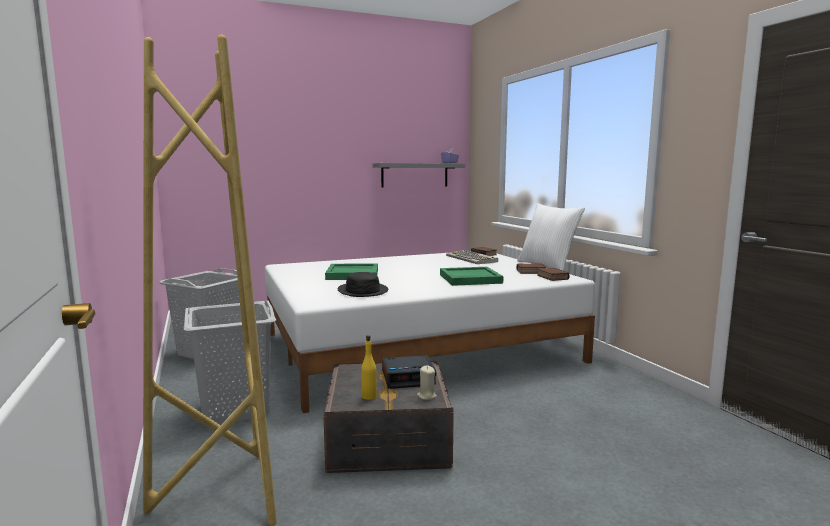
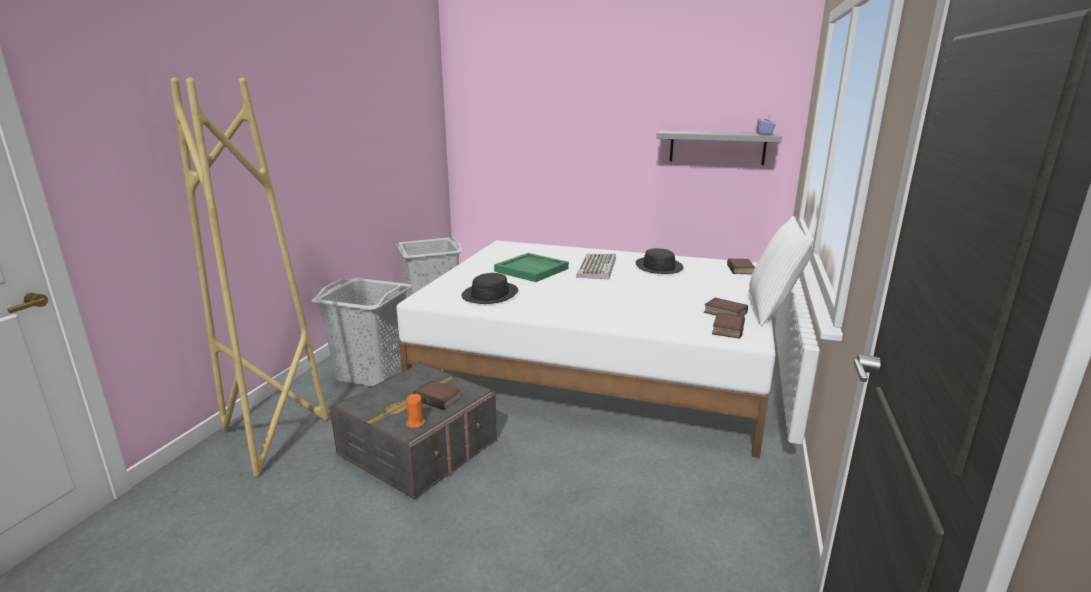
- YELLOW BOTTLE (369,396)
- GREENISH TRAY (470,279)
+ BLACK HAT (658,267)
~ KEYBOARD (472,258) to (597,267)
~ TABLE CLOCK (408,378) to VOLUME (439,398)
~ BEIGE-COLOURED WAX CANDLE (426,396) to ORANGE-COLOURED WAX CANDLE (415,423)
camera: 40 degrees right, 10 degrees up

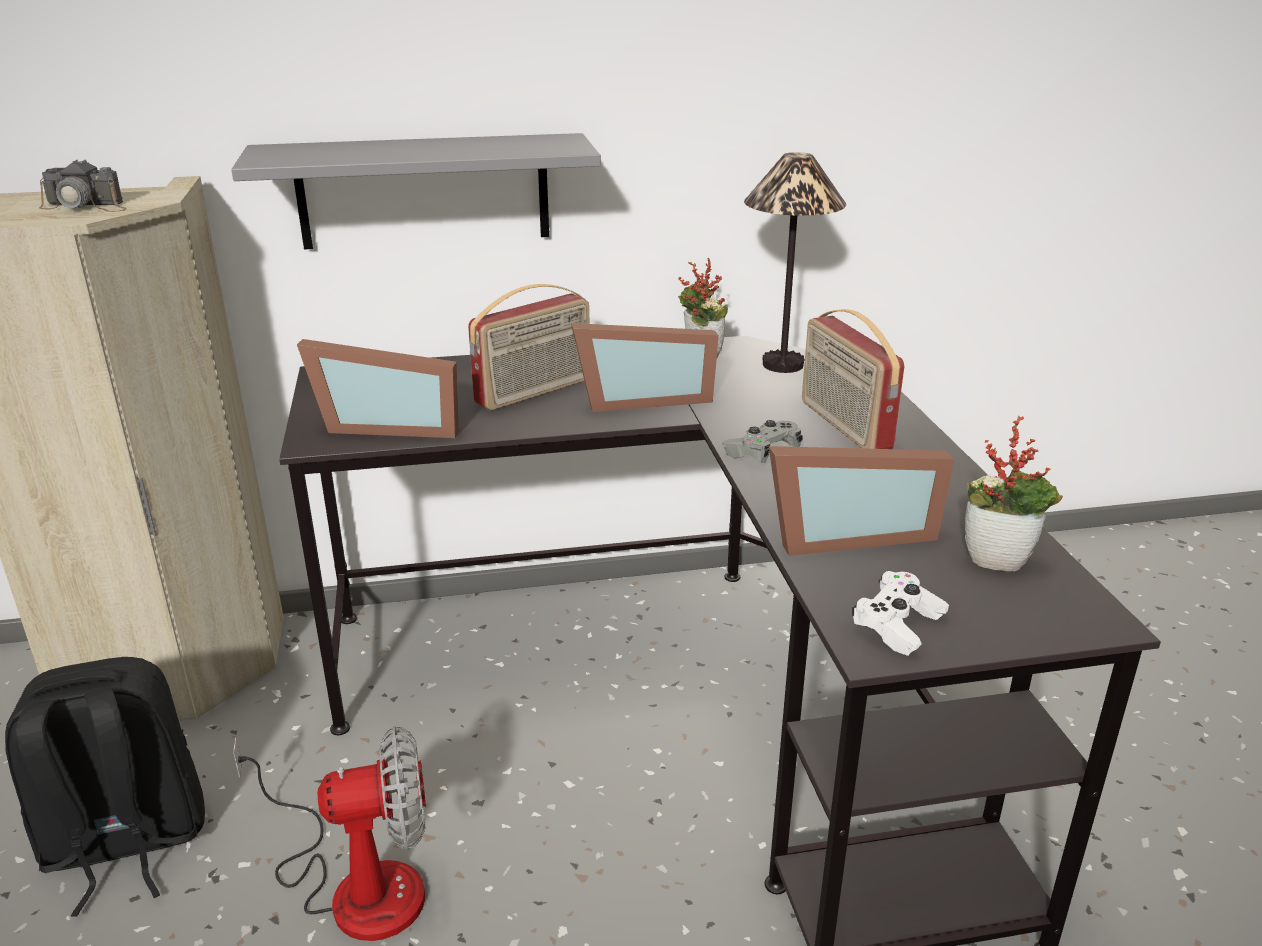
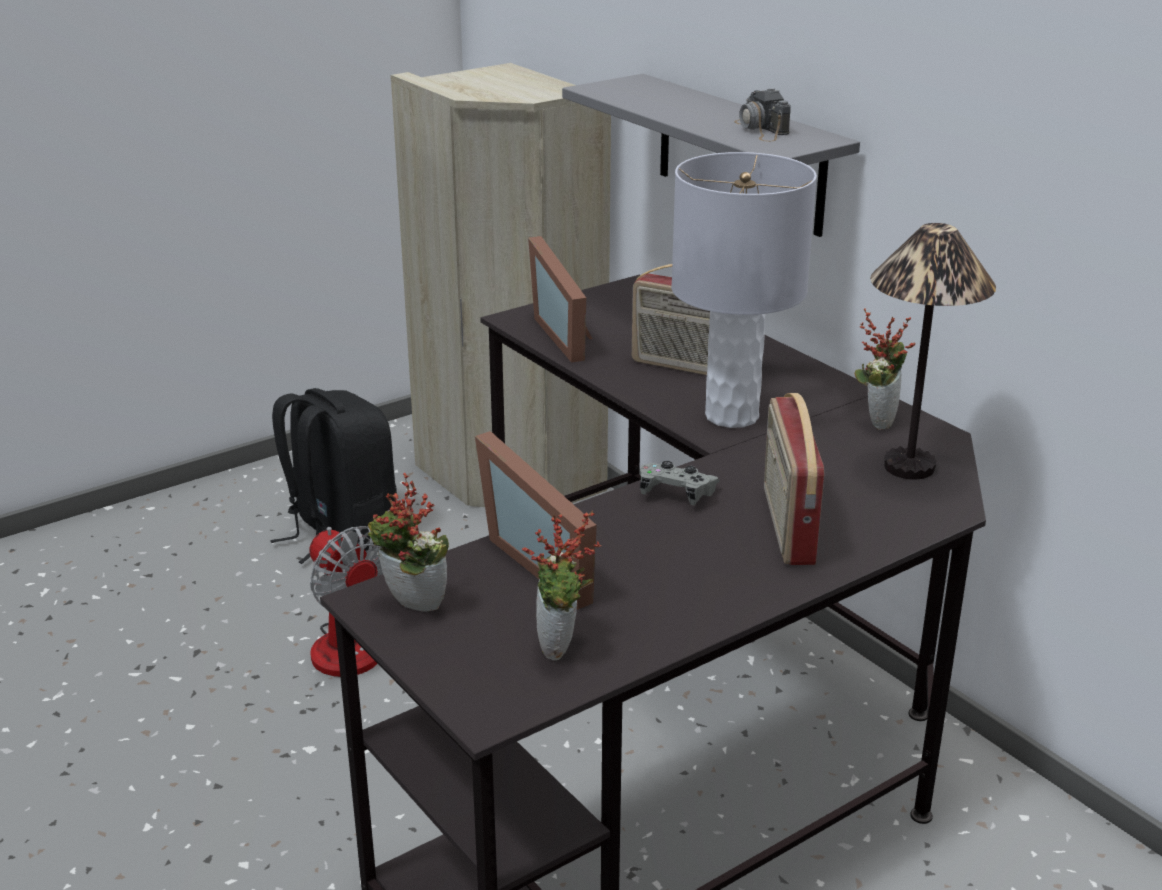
~ STILL CAMERA (87,206) to (761,129)
~ PHOTO FRAME (642,399) to GREY TABLE LAMP (732,416)
~ WHITE JOYPAD (897,625) to HOUSEPLANT (410,607)
~ RADIO SET (843,425) = (786,525) 45 degrees counterclockwise
camera: 65 degrees right, 0 degrees up

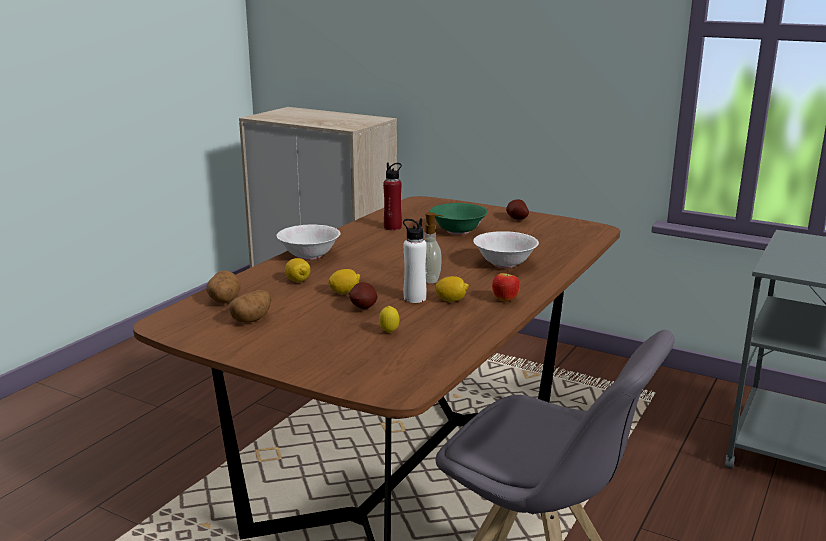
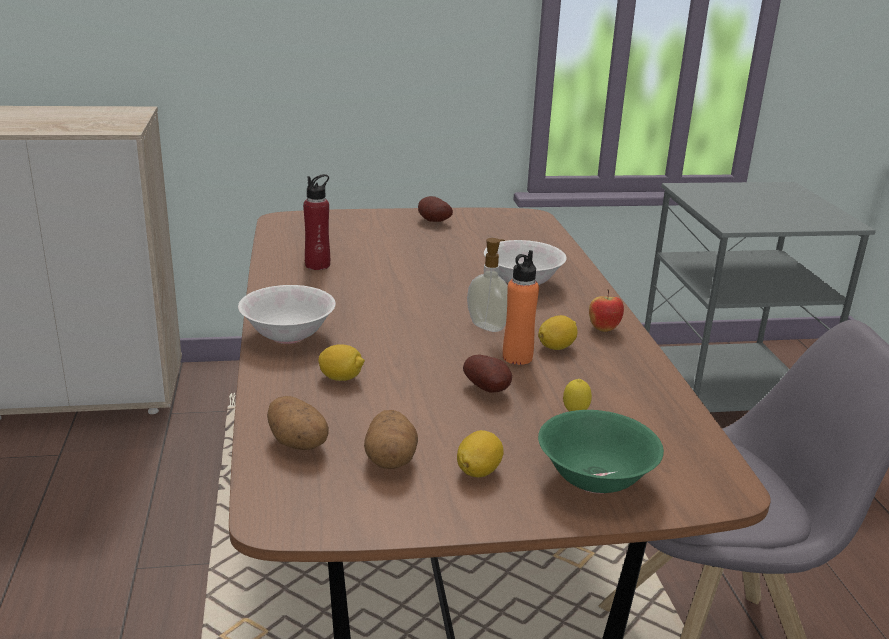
~ LEMON (345,292) to (479,471)
~ GREENISH SERVING BOWL (458,231) to (594,479)
~ WHITE BOTTLE (414,298) to ORANGE-COLOURED BOTTLE (517,357)
camera: 40 degrees left, 5 degrees up

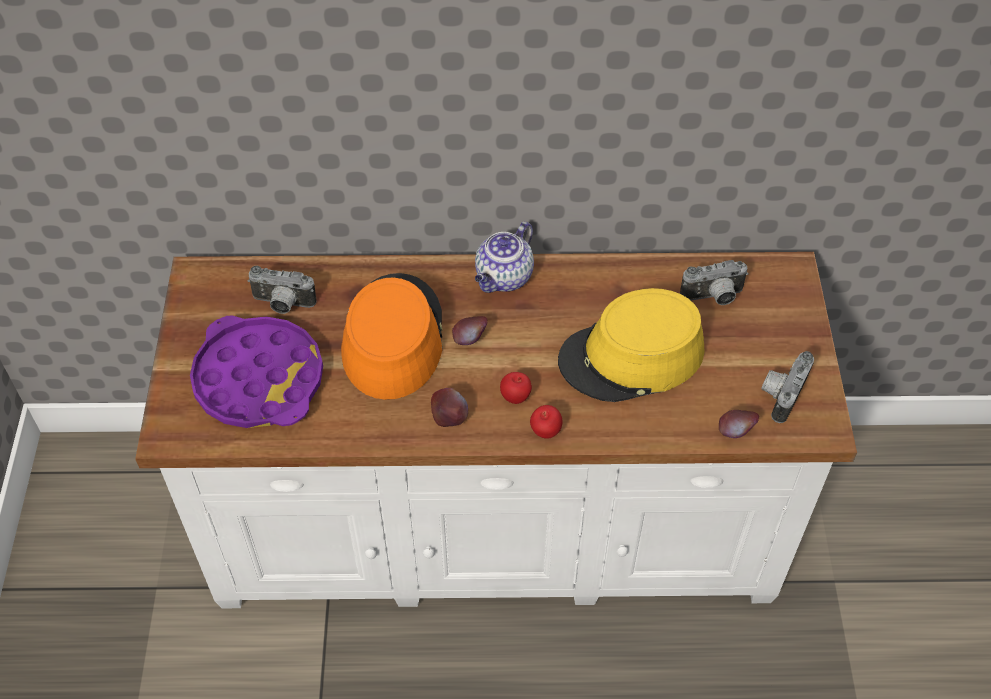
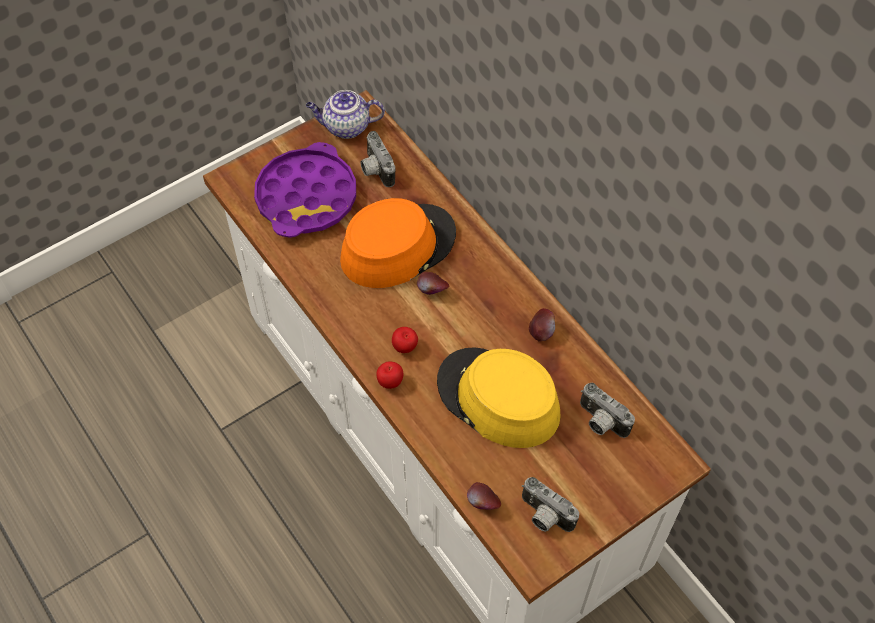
~ APPLE (450,417) to (541,332)
~ POT FOR TEA (504,278) to (346,127)
~ STILL CAMERA (780,394) = (544,516) 135 degrees counterclockwise
camera: 55 degrees right, 5 degrees up

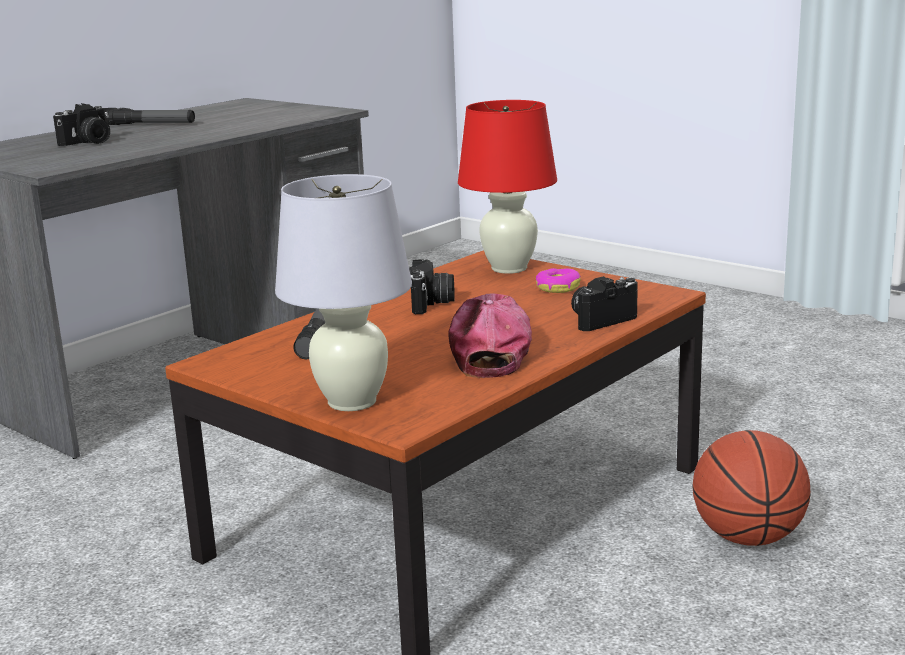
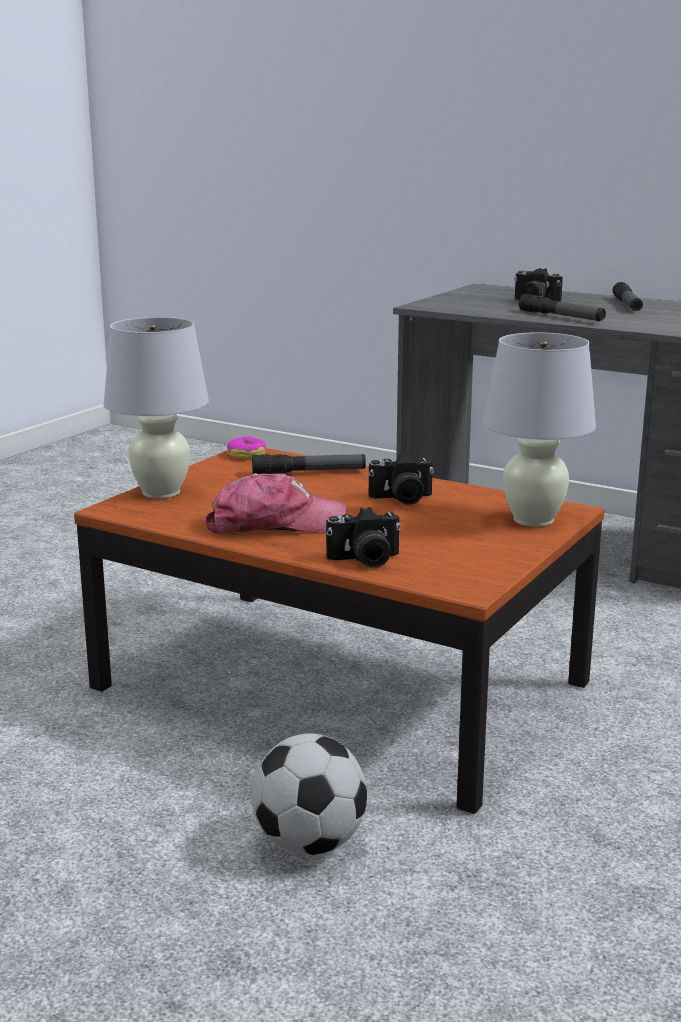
+ TORCH (561,317)
~ DONUT (557,288) to (246,454)
~ BASKETBALL (748,538) to FOOTBALL (308,843)
~ RED TABLE LAMP (509,268) to WHITE TABLE LAMP (533,520)
~ STILL CAMERA (600,320) = (365,560) 120 degrees clockwise
camera: 80 degrees right, 0 degrees up

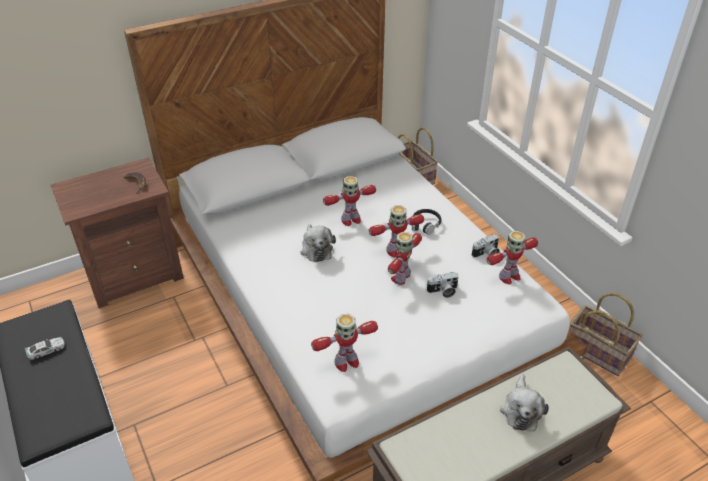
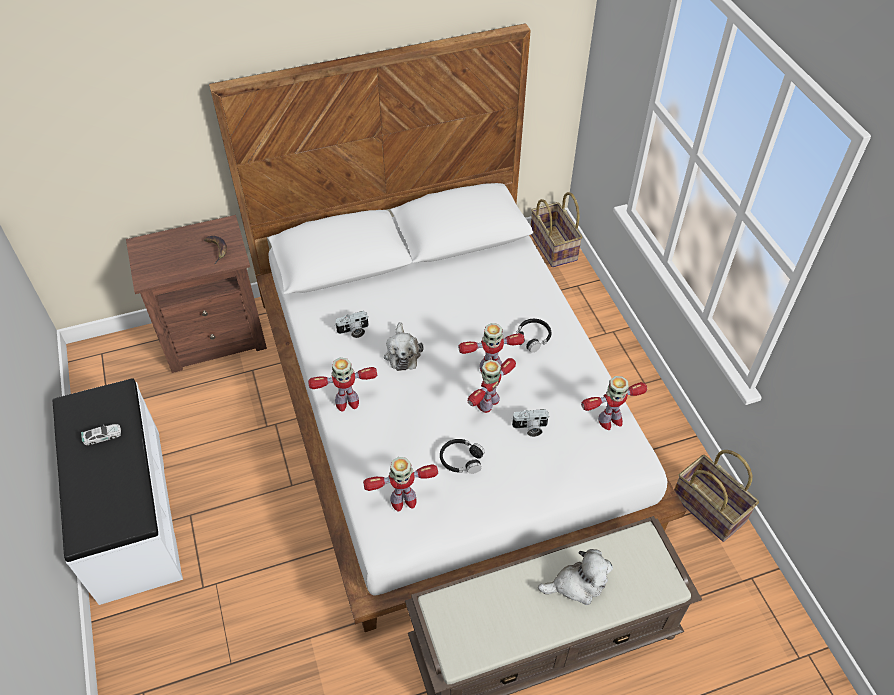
+ BLACK PAIR OF HEADPHONES (461,460)
~ ROBOT FIGURE (350,220) to (346,402)
~ STILL CAMERA (486,254) to (353,331)
~ CUDDLY TOY (521,410) = (577,584) 120 degrees counterclockwise
camera: 10 degrees right, 10 degrees up

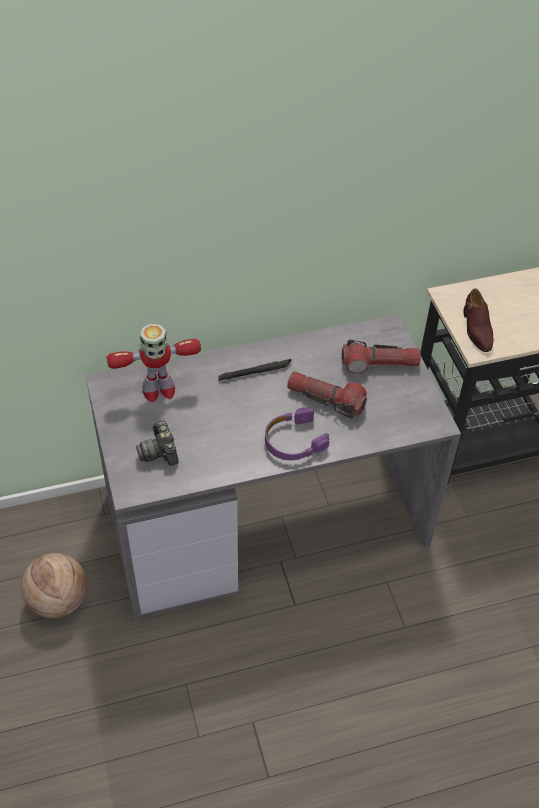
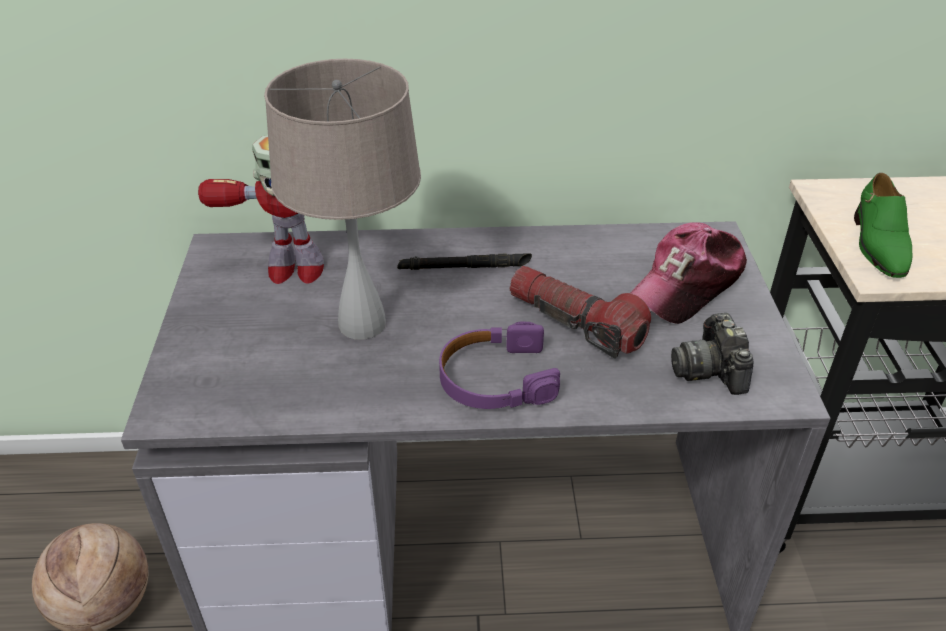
+ BEIGE-COLOURED TABLE LAMP (363,324)
~ STILL CAMERA (159,452) to (711,369)
~ TORCH (379,364) to CAP (687,285)
~ BROWN SHOE (476,329) to GREENISH SHOE (878,244)
camera: 15 degrees right, 10 degrees down

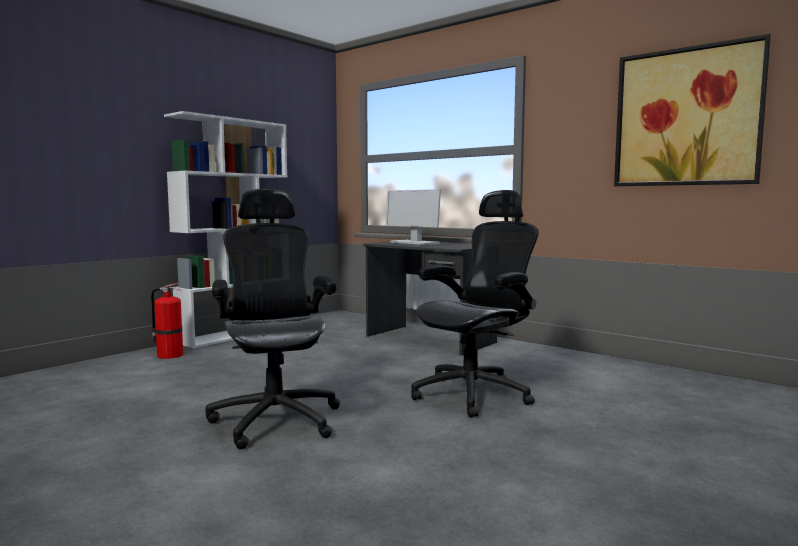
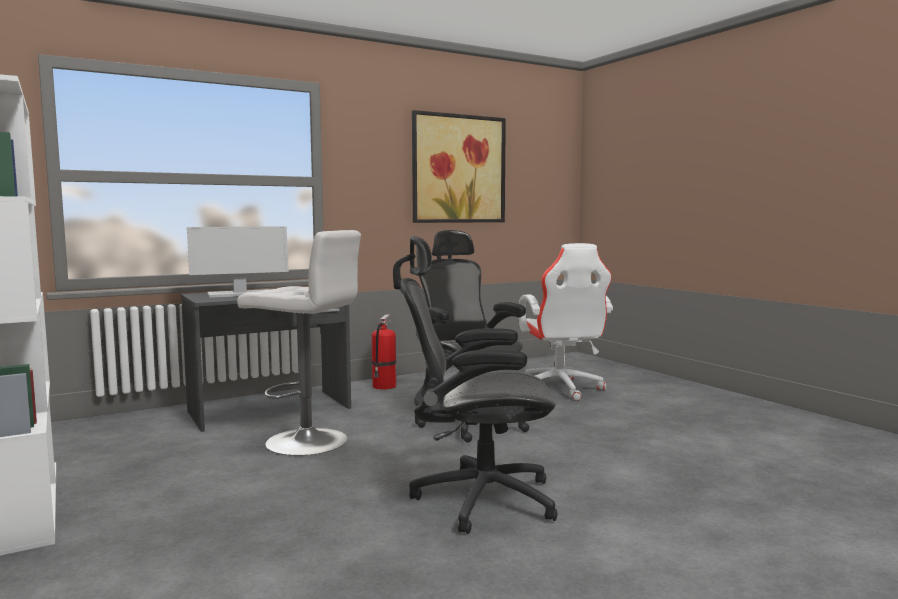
+ WHITE SITTING STOOL (307,442)
+ WHITE DESK CHAIR (561,391)
~ FIRE EXTINGUISHER (168,355) to (383,386)
camera: 70 degrees left, 0 degrees up

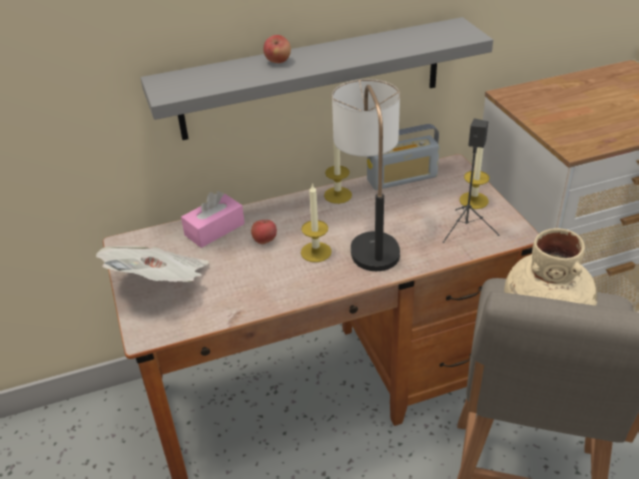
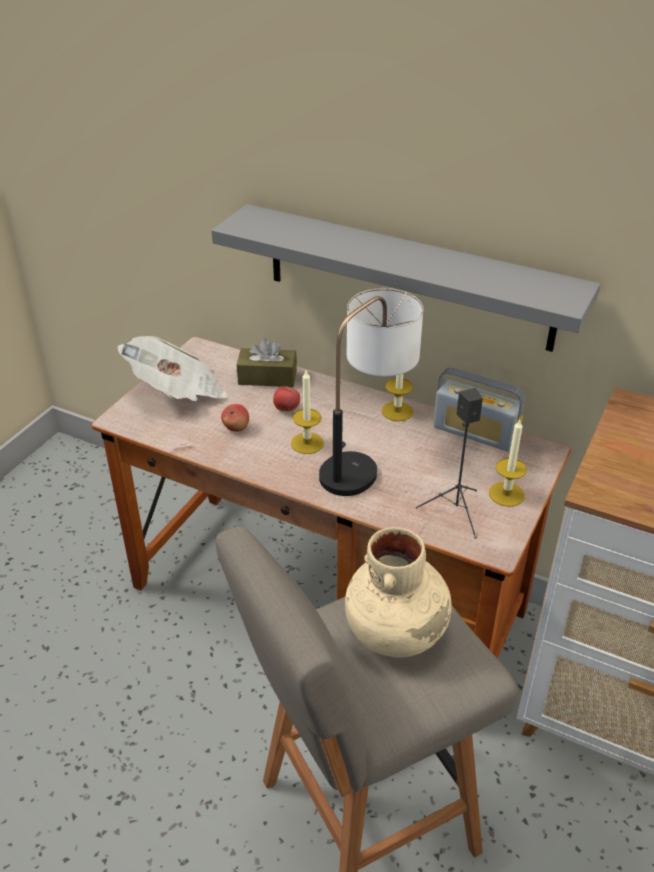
~ APPLE (278,61) to (236,428)
~ PINK-COLOURED BOX OF TISSUES (214,229) to BROWN BOX OF TISSUES (267,377)
camera: 45 degrees right, 0 degrees up

